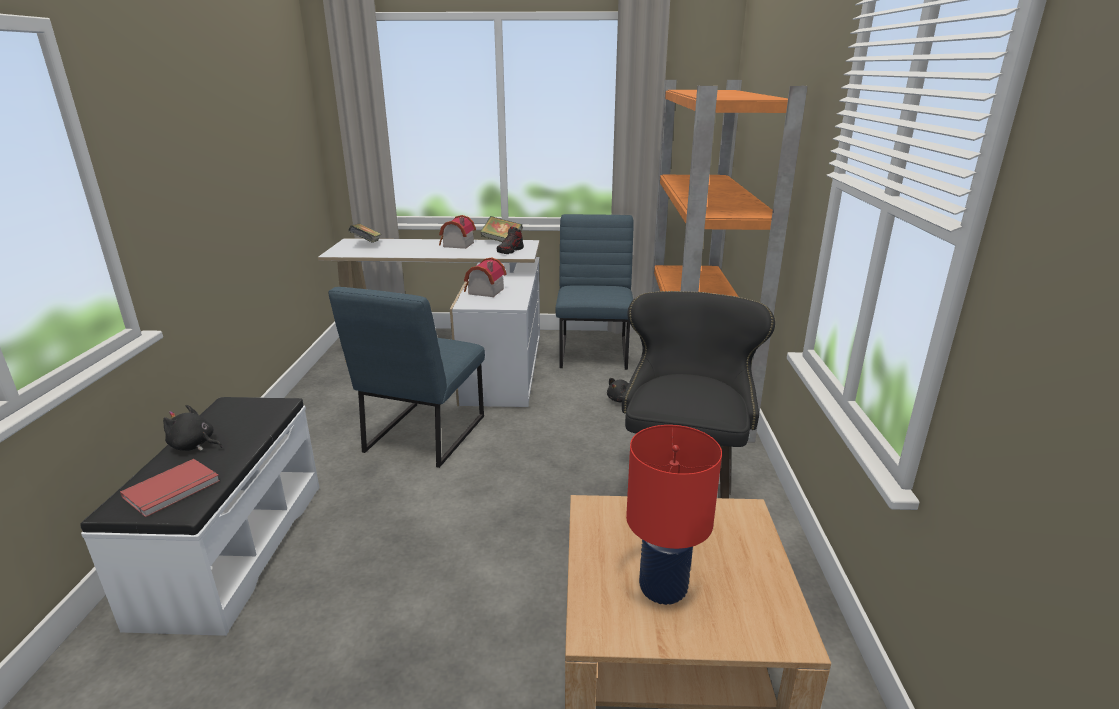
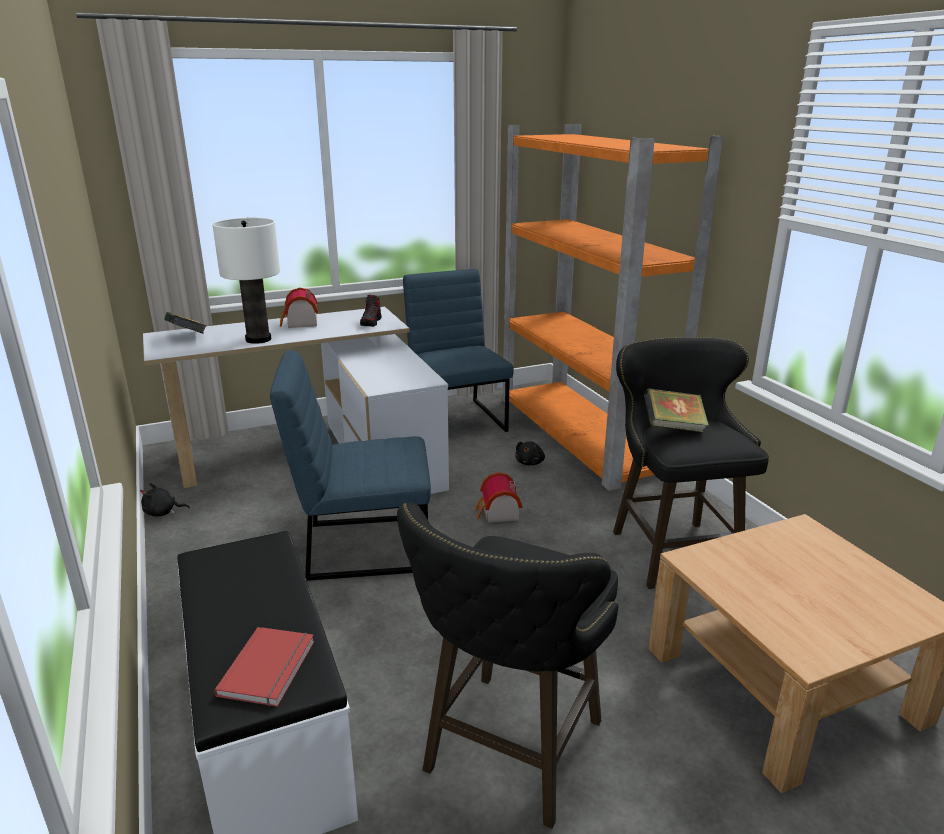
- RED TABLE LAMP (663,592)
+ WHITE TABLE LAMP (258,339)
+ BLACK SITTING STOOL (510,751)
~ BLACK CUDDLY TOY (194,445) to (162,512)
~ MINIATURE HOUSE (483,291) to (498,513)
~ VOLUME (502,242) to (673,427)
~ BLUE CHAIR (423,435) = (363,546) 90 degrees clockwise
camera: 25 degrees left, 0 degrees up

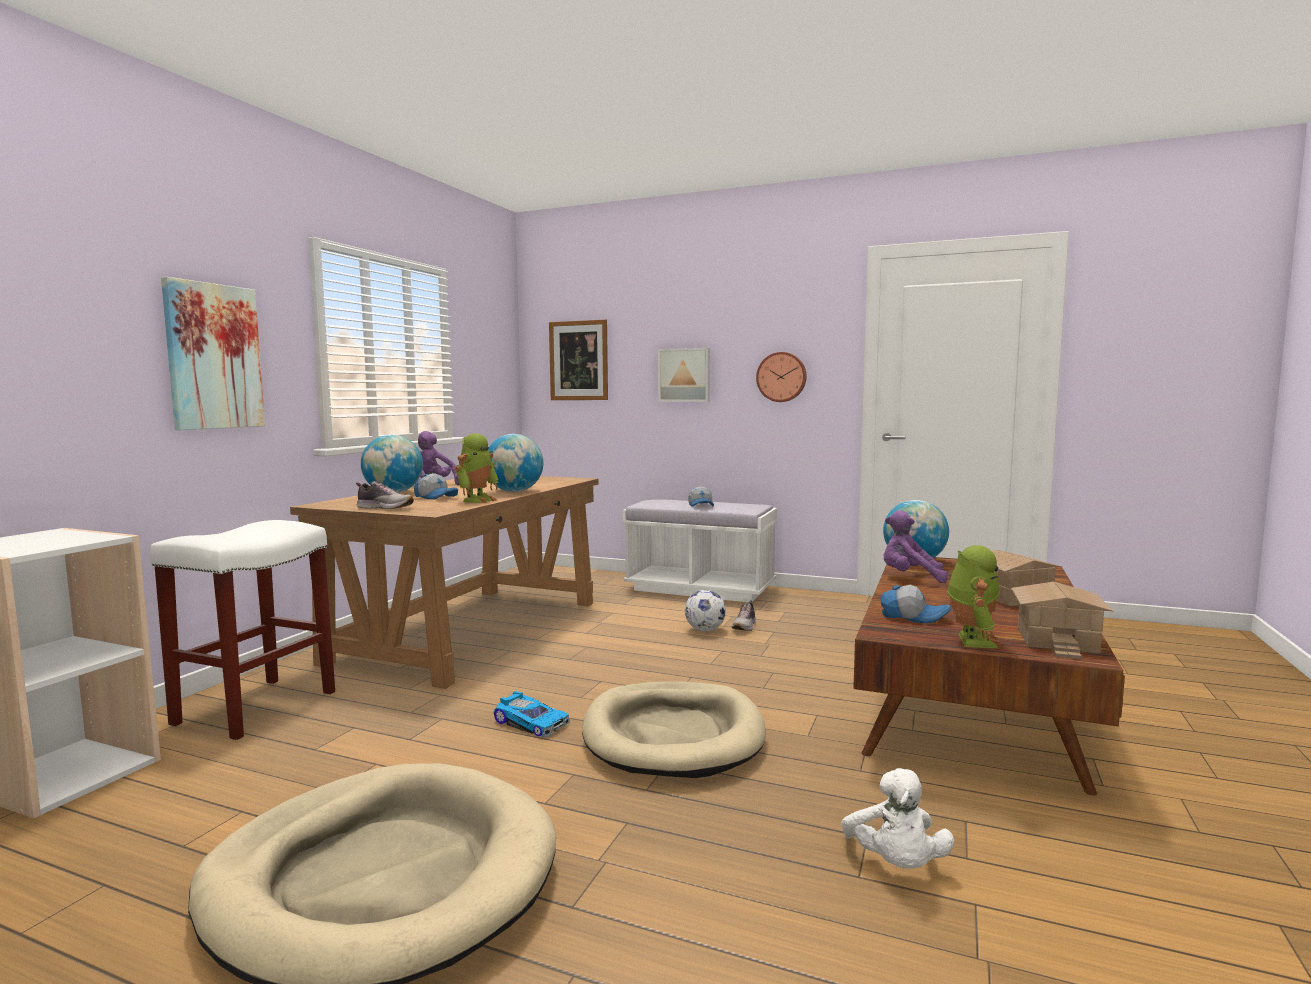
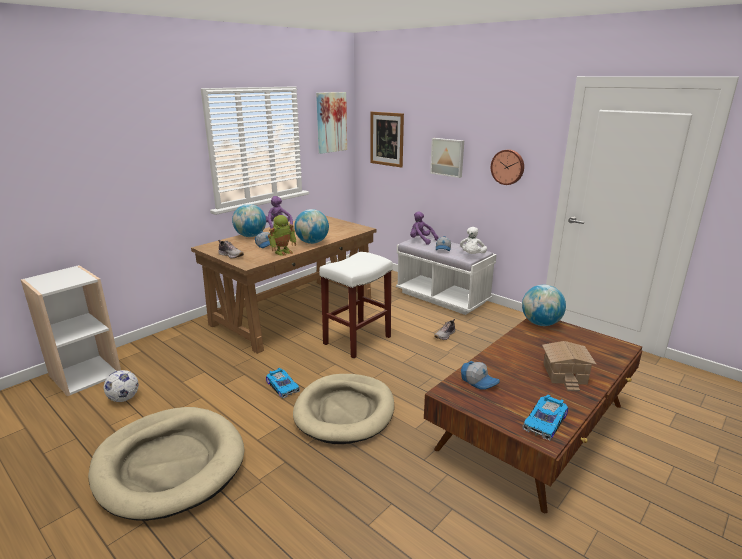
- ROBOT FIGURE (971,640)
~ WHITE SITTING STOOL (255,708) to (357,341)
~ WALL PICTURE (213,356) to (331,122)
~ FOOTBALL (705,630) to (124,398)
~ WHITE CUDDLY TOY (896,864) to (472,256)
~ PURPLE CUDDLY TOY (910,578) to (421,240)
~ MINIATURE HOUSE (1059,640) to TOY CAR (546,422)
camera: 20 degrees right, 15 degrees up

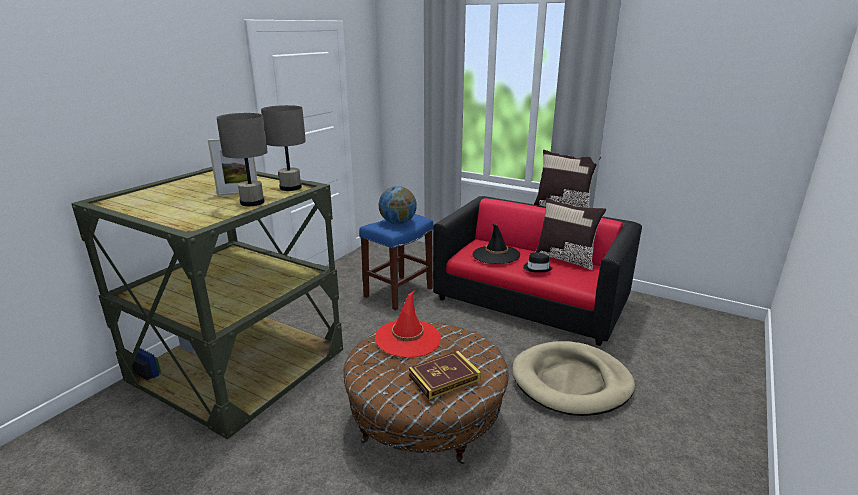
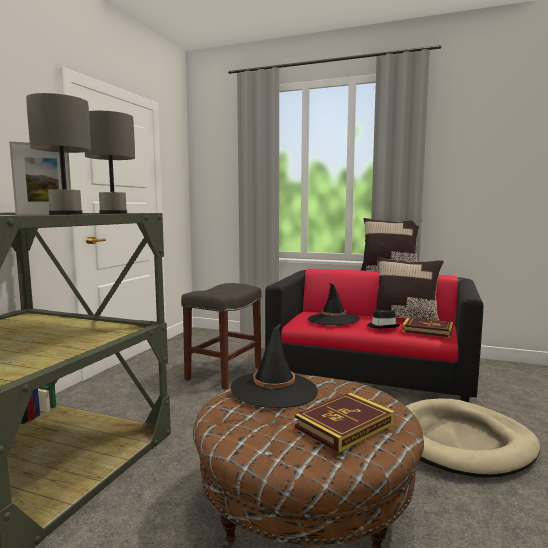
- DESK GLOBE (398,223)
+ VOLUME (427,330)
~ BLUE SITTING STOOL (398,292) to GREY SITTING STOOL (224,373)
~ RED HAT (408,338) to BLACK HAT (274,390)
camera: 10 degrees left, 15 degrees down

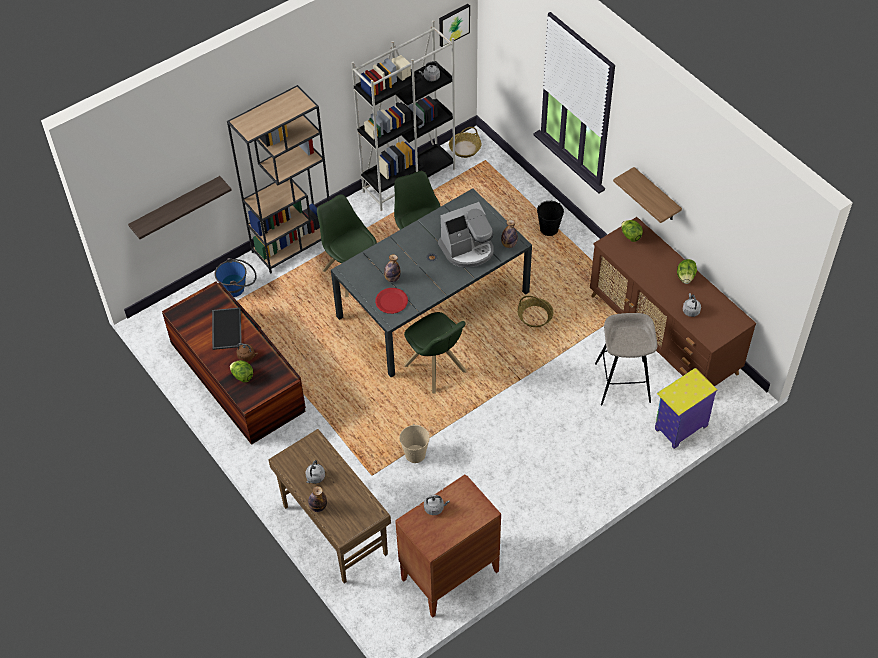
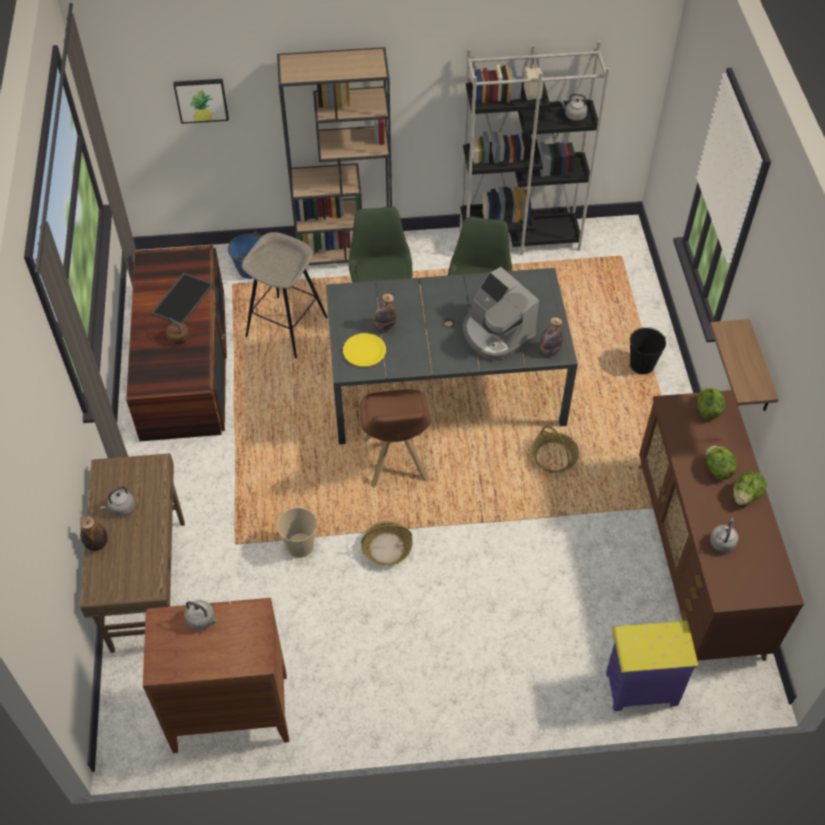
- SHELF (176,208)
~ LETTUCE HEAD (242,376) to (717,469)
~ WALL PICTURE (453,24) to (201,99)
~ HOUSEHOLD BASKET (465,149) to (386,548)
~ GREY SITTING STOOL (622,382) to (287,327)
~ RED DINNER PLATE (391,301) to YELLOW DINNER PLATE (364,351)
~ GREENISH CHAIR (436,368) to BROWN CHAIR (396,460)
~ COFFEE BREWER (467,249) = (496,333) 45 degrees clockwise
camera: 30 degrees right, 0 degrees up

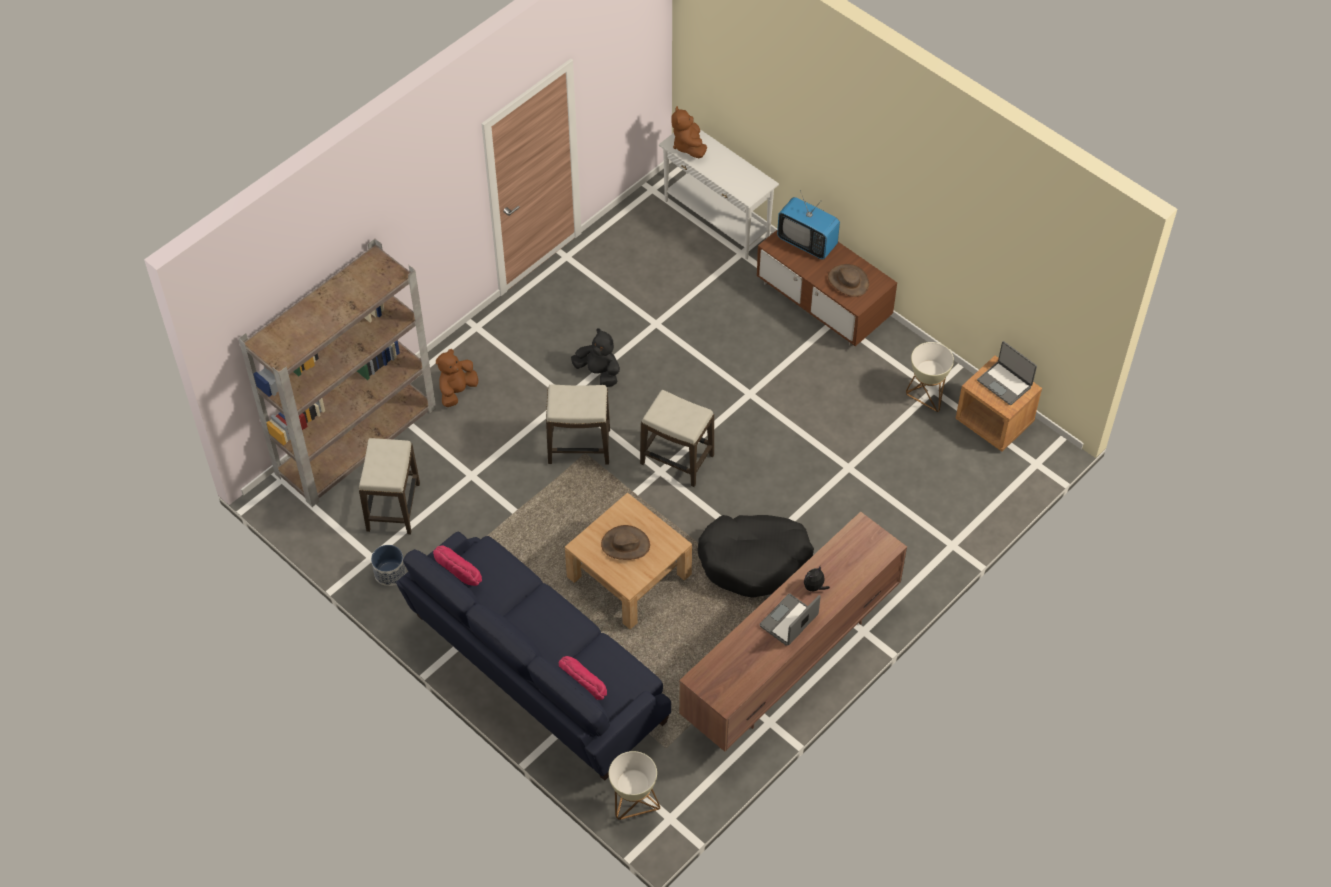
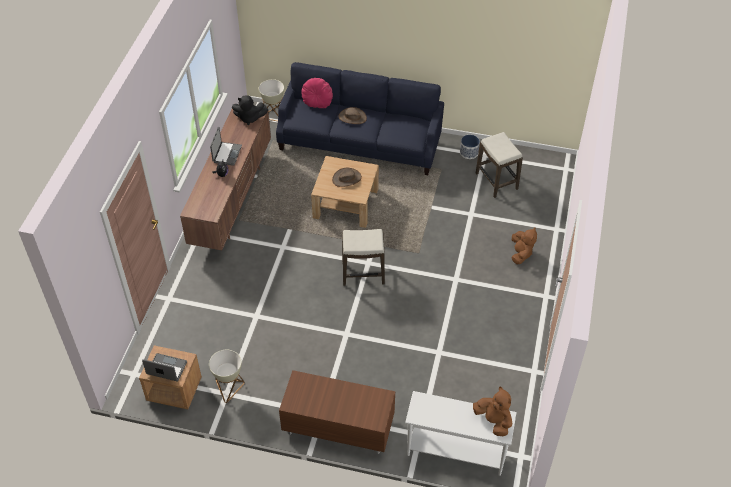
- BROWN BOOKSHELF (356,441)
- PINK-COLOURED THROW PILLOW (459,578)
- SITTING STOOL (579,446)
- BLACK PET BED (755,561)
- TELEVISION (807,242)
~ BLACK CUDDLY TOY (598,372) to (249,118)
~ BROWN HAT (848,281) to (352,117)
camera: 150 degrees right, 5 degrees down

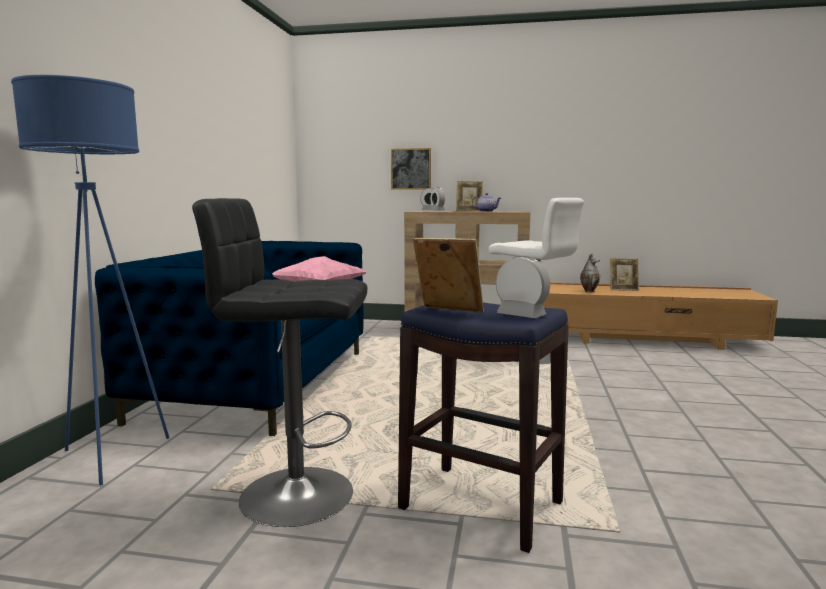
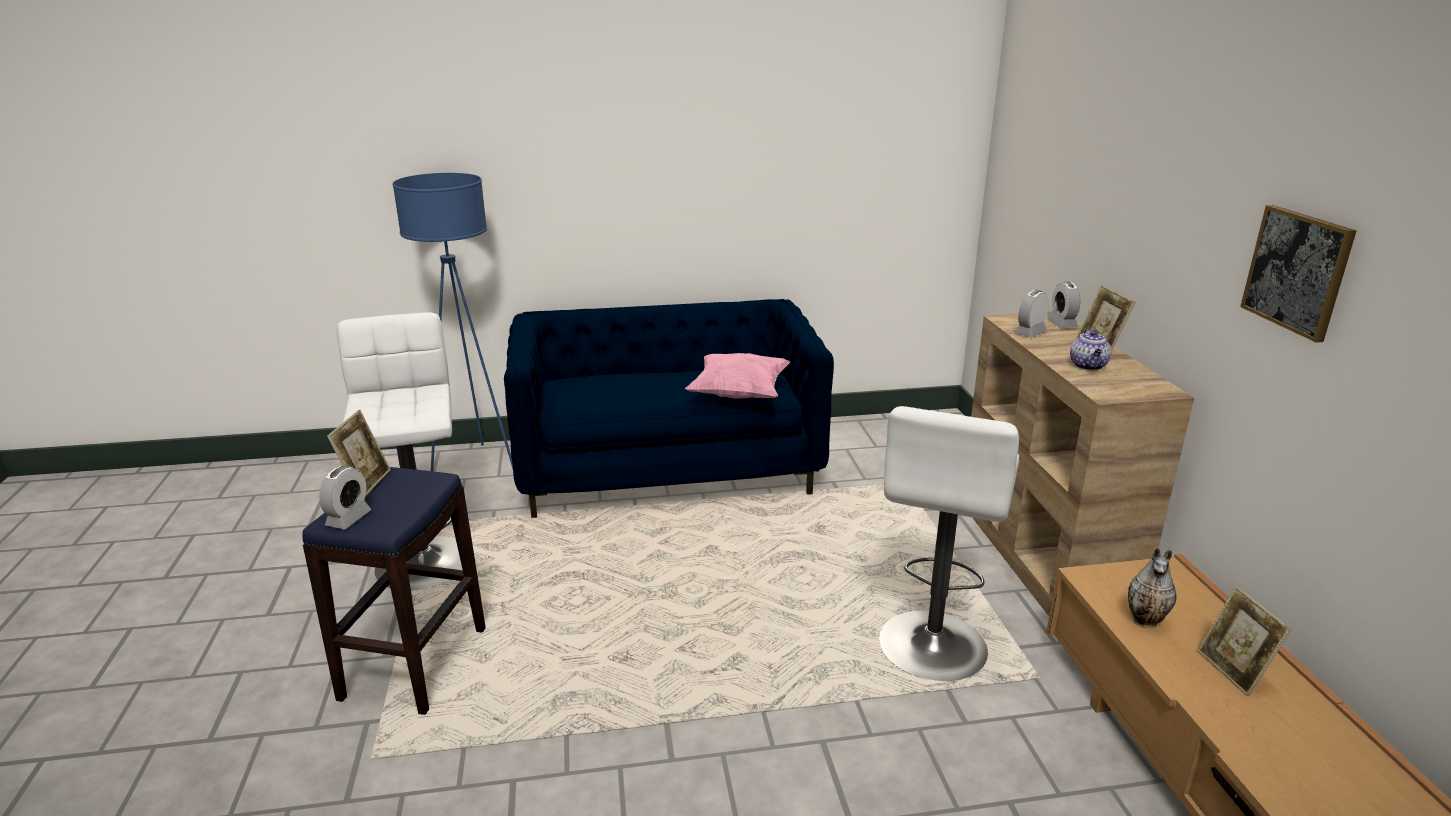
~ WALL PICTURE (411,169) to (1297,271)
~ BLACK SITTING STOOL (296,495) to WHITE SITTING STOOL (425,562)
camera: 70 degrees right, 15 degrees up

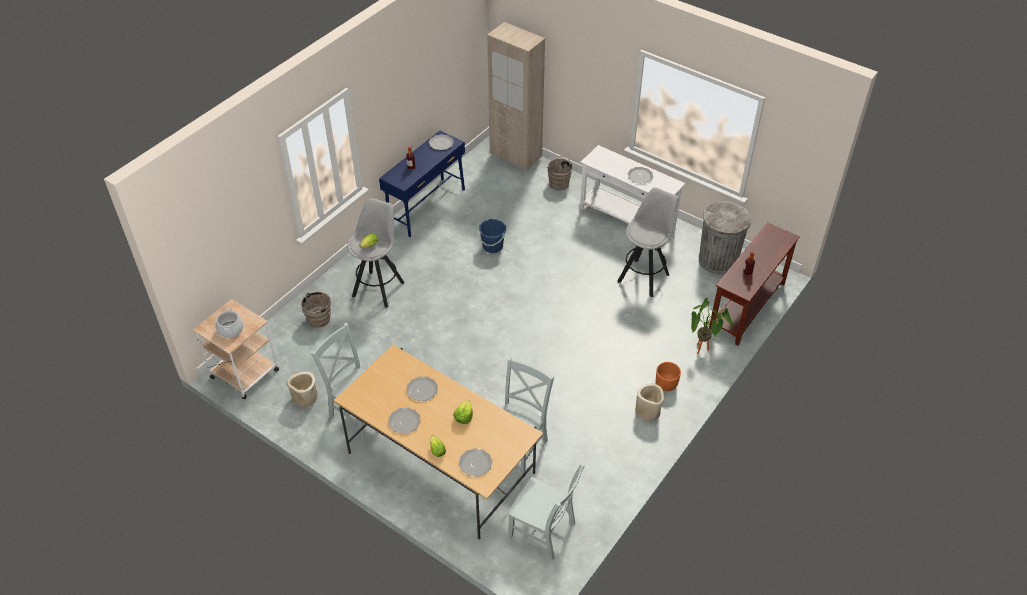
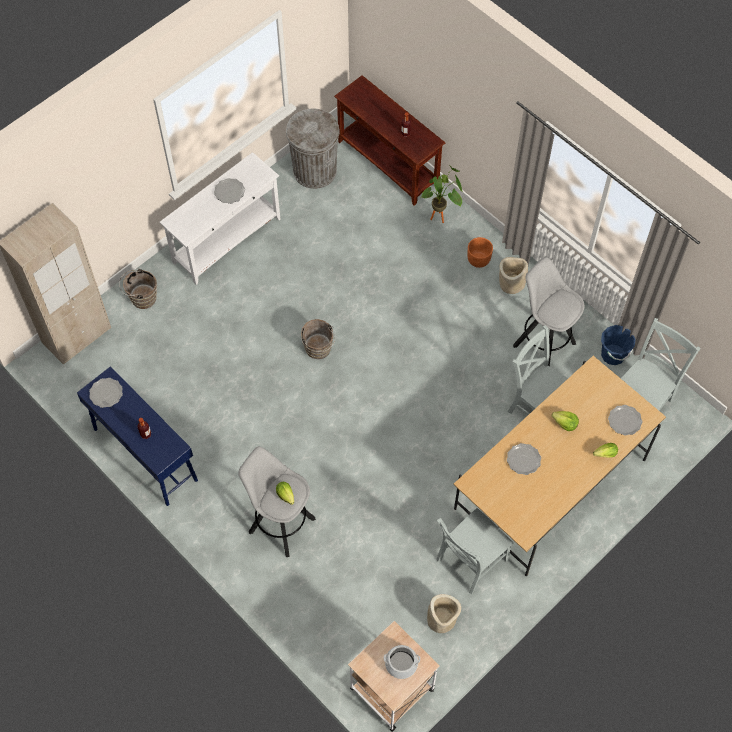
- DINNER PLATE (404,422)
~ BROWN WATER BUCKET (317,320) to (319,350)
~ BLUE WATER BUCKET (492,246) to (613,355)
~ GREY SITTING STOOL (644,277) to (543,343)
camera: 80 degrees left, 15 degrees up

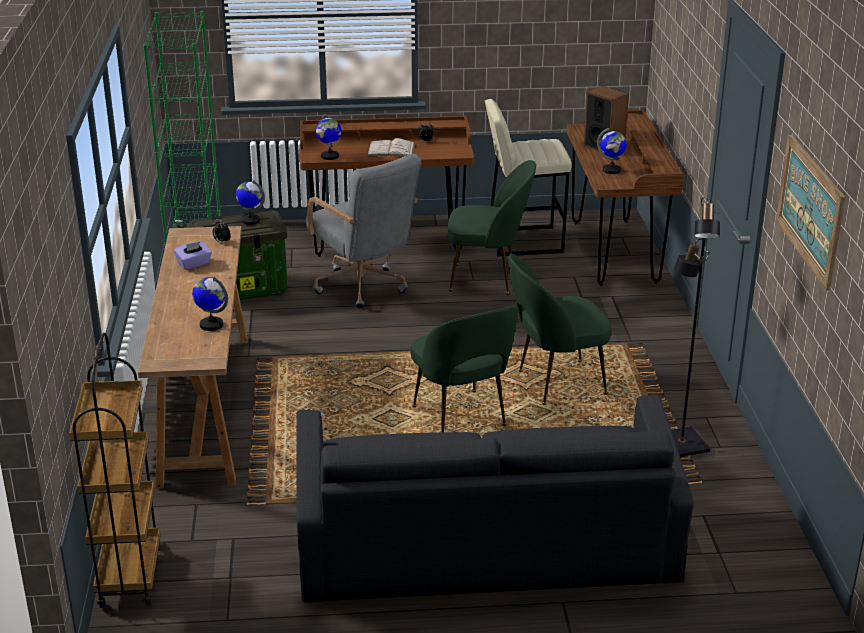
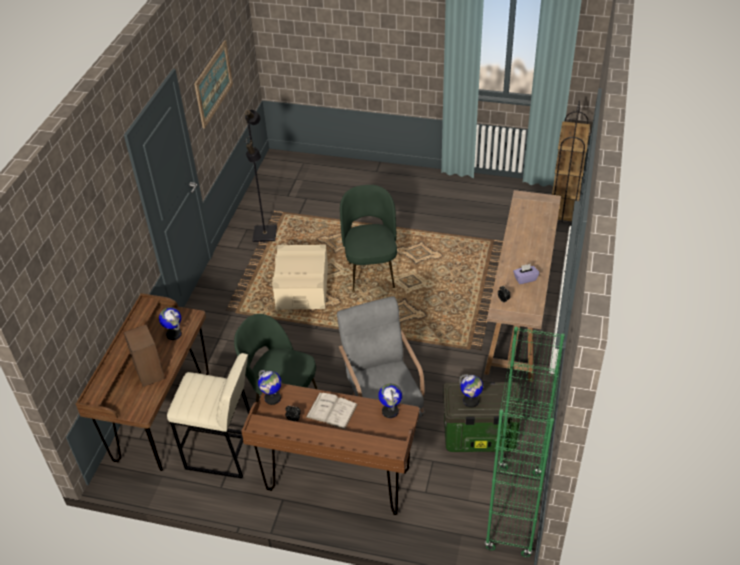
- GREY COUCH (485,544)
~ DESK GLOBE (211,325) to (272,398)
~ GREENISH CHAIR (554,384) to BEIGE-COLOURED STORAGE BIN (302,288)
camera: 160 degrees left, 15 degrees up

